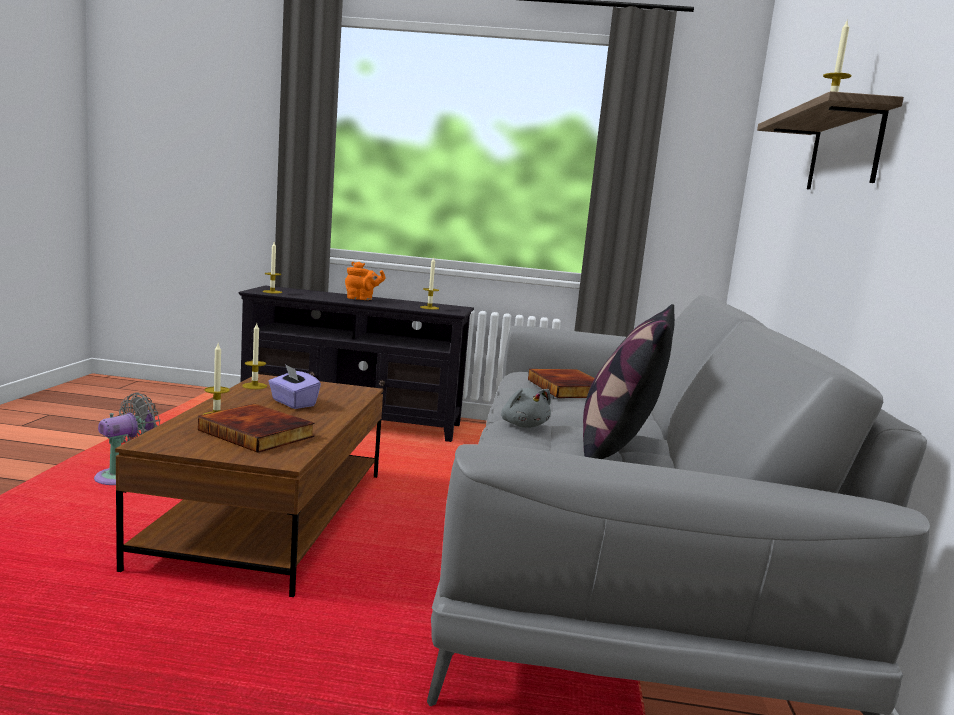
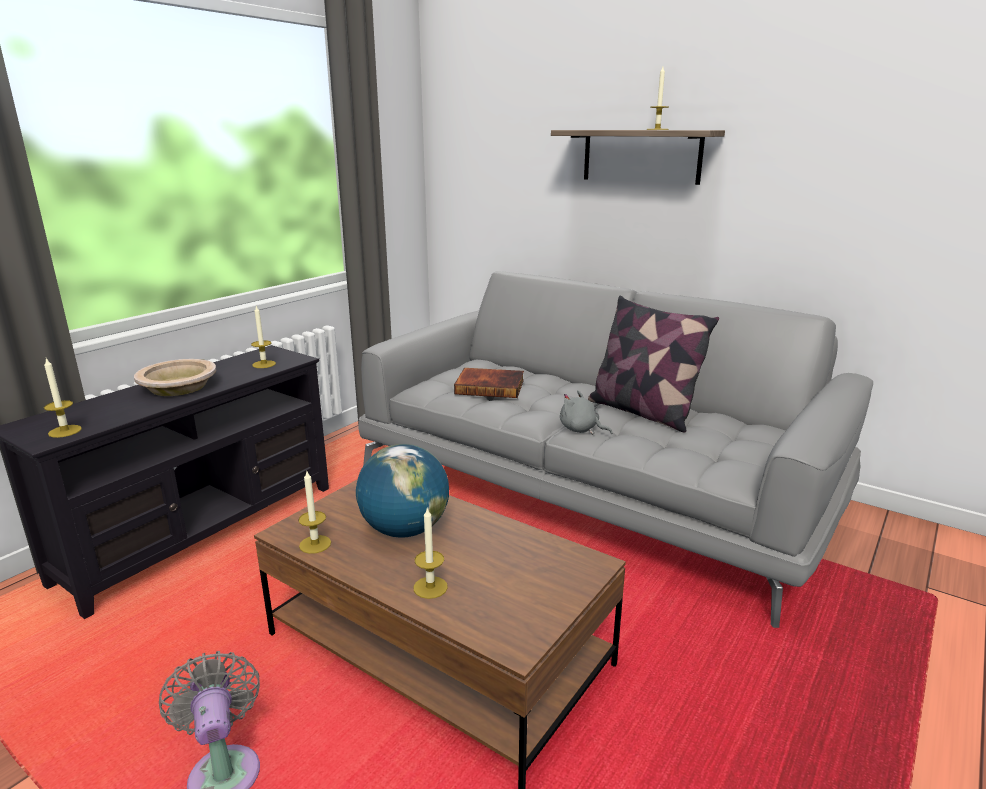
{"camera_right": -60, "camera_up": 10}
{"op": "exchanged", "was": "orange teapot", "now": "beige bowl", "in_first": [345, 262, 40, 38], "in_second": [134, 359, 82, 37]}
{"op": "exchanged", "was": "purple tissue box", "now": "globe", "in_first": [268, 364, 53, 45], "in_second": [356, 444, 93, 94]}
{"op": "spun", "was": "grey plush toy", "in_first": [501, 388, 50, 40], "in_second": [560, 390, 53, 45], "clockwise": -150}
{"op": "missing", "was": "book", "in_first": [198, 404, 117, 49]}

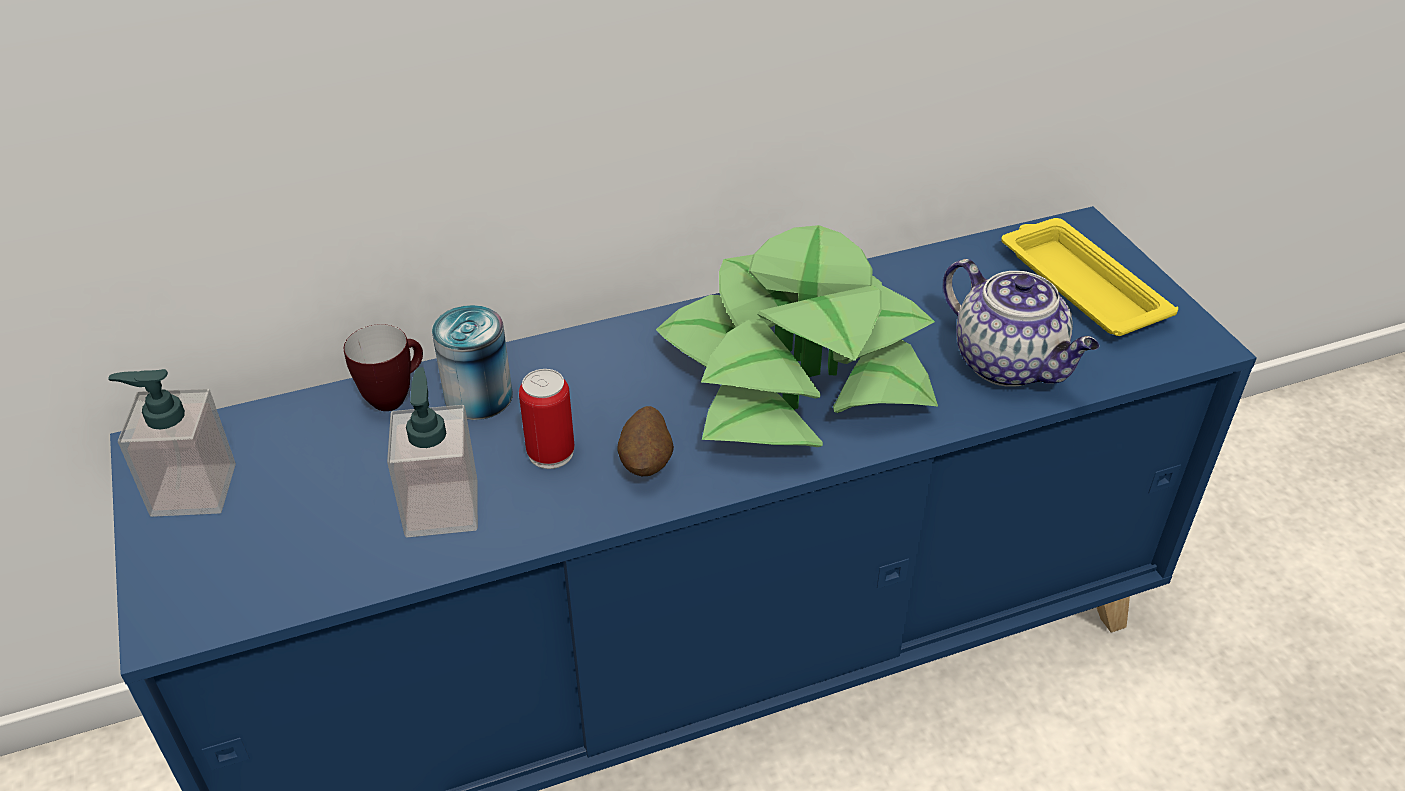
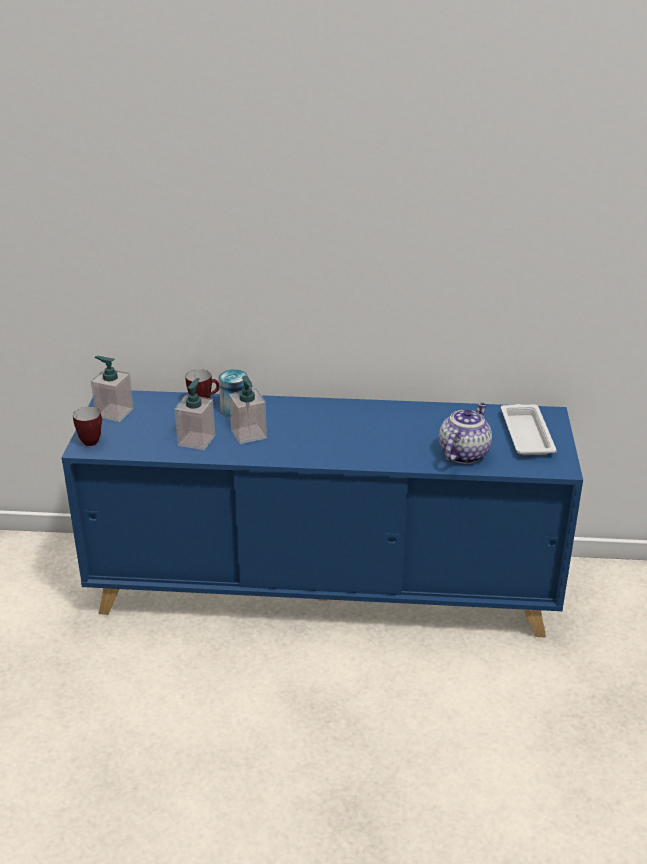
{"camera_right": 25, "camera_up": -10}
{"op": "appeared", "now": "mug", "in_second": [73, 407, 29, 39]}
{"op": "exchanged", "was": "can", "now": "soap dispenser", "in_first": [519, 369, 56, 100], "in_second": [229, 376, 38, 68]}
{"op": "spun", "was": "teapot", "in_first": [943, 259, 156, 128], "in_second": [439, 403, 53, 61], "clockwise": -135}
{"op": "colour", "was": "yellow tray", "now": "white tray", "in_first": [1001, 218, 177, 118], "in_second": [501, 404, 56, 51]}
{"op": "missing", "was": "potato", "in_first": [618, 406, 56, 70]}
{"op": "missing", "was": "potted plant", "in_first": [656, 225, 282, 222]}

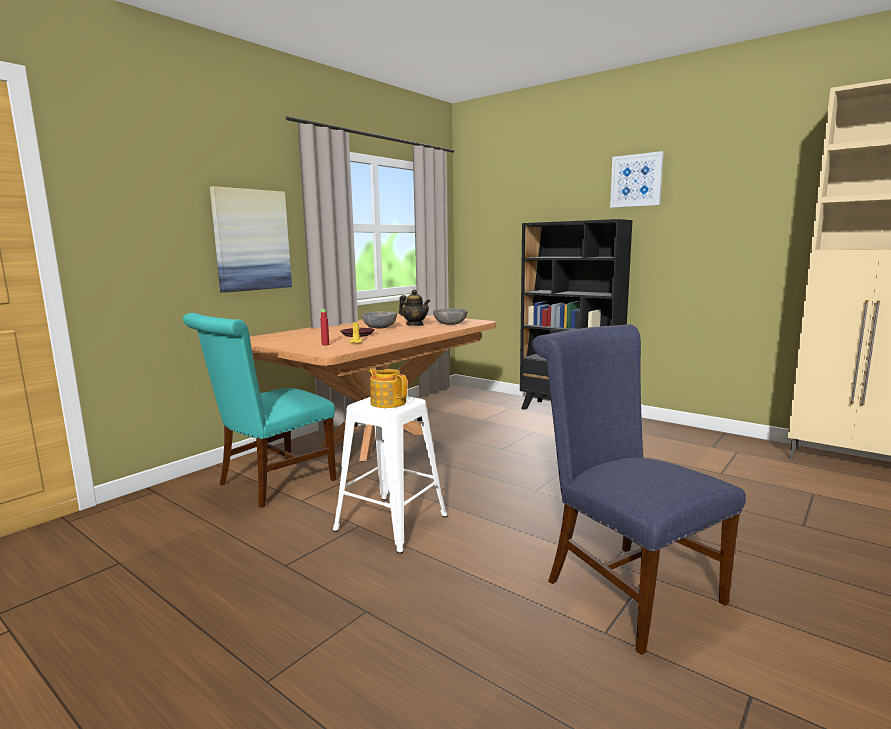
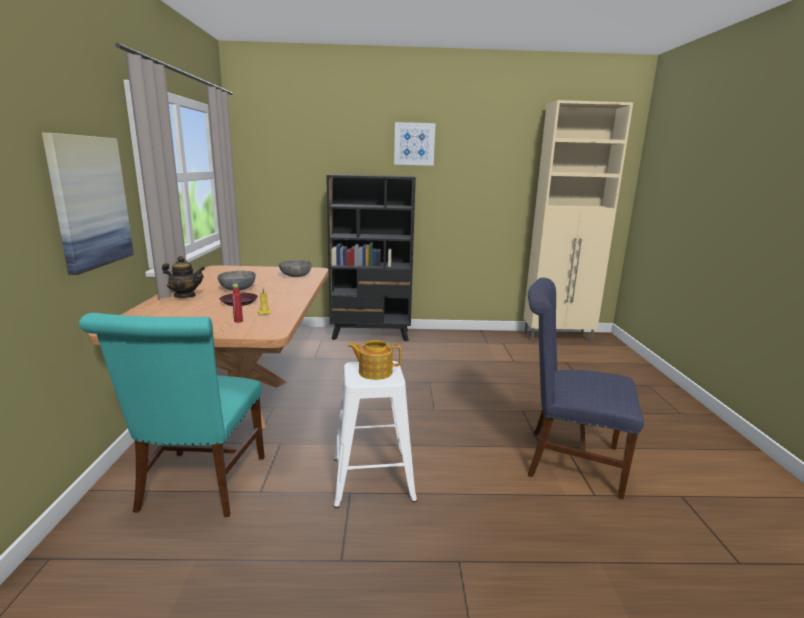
{"camera_right": -40, "camera_up": 5}
{"op": "relocated", "was": "teapot", "in_first": [399, 289, 31, 37], "in_second": [162, 256, 43, 42]}

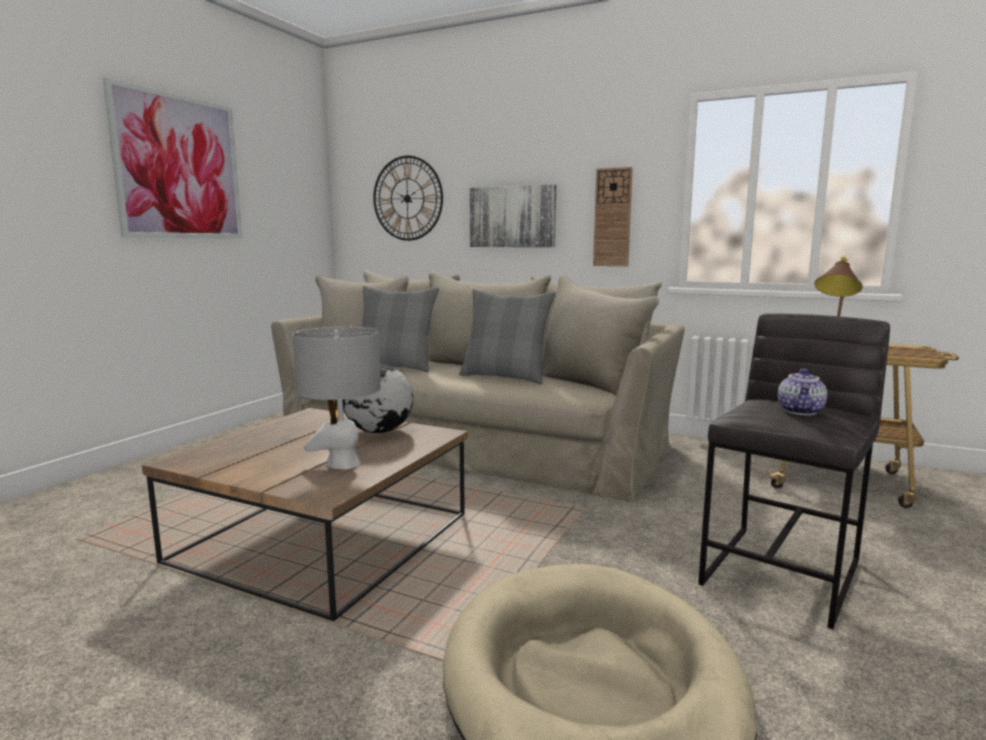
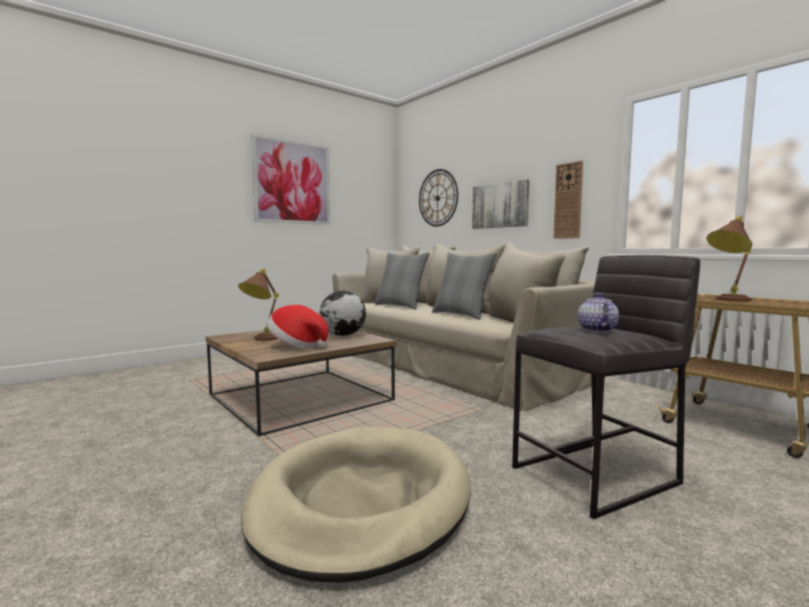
{"camera_right": 25, "camera_up": -5}
{"op": "appeared", "now": "brown table lamp", "in_second": [238, 269, 41, 72]}
{"op": "exchanged", "was": "grey table lamp", "now": "hat", "in_first": [293, 327, 88, 142], "in_second": [267, 305, 61, 44]}
{"op": "spun", "was": "teapot", "in_first": [778, 369, 49, 46], "in_second": [578, 293, 41, 39], "clockwise": 135}

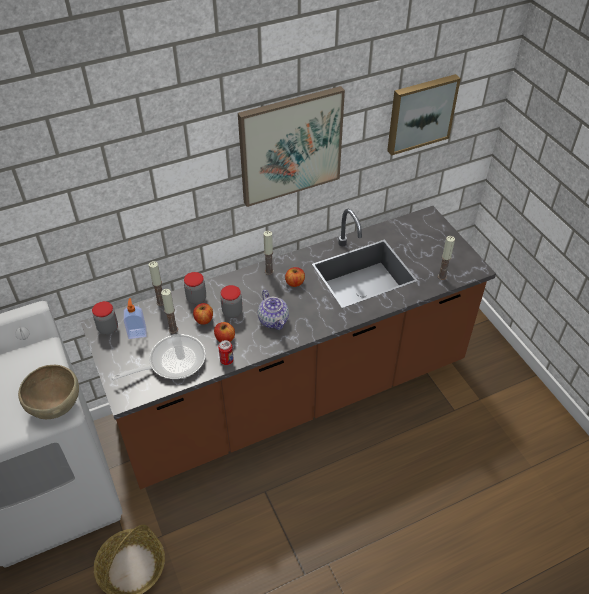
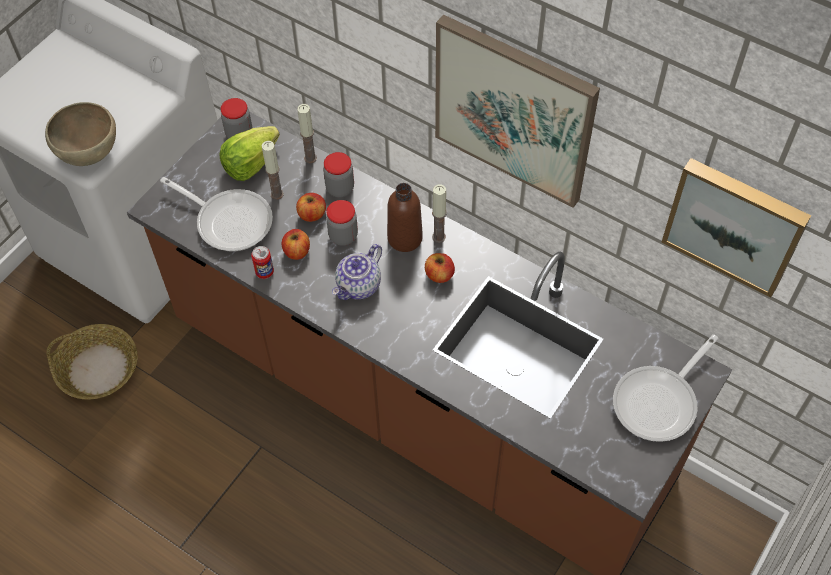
{"camera_right": 60, "camera_up": 10}
{"op": "exchanged", "was": "soap dispenser", "now": "lettuce", "in_first": [124, 298, 23, 41], "in_second": [219, 126, 61, 55]}
{"op": "appeared", "now": "brown bottle", "in_second": [387, 183, 36, 69]}
{"op": "appeared", "now": "frying pan", "in_second": [613, 334, 106, 108]}
{"op": "missing", "was": "candle", "in_first": [438, 236, 17, 44]}

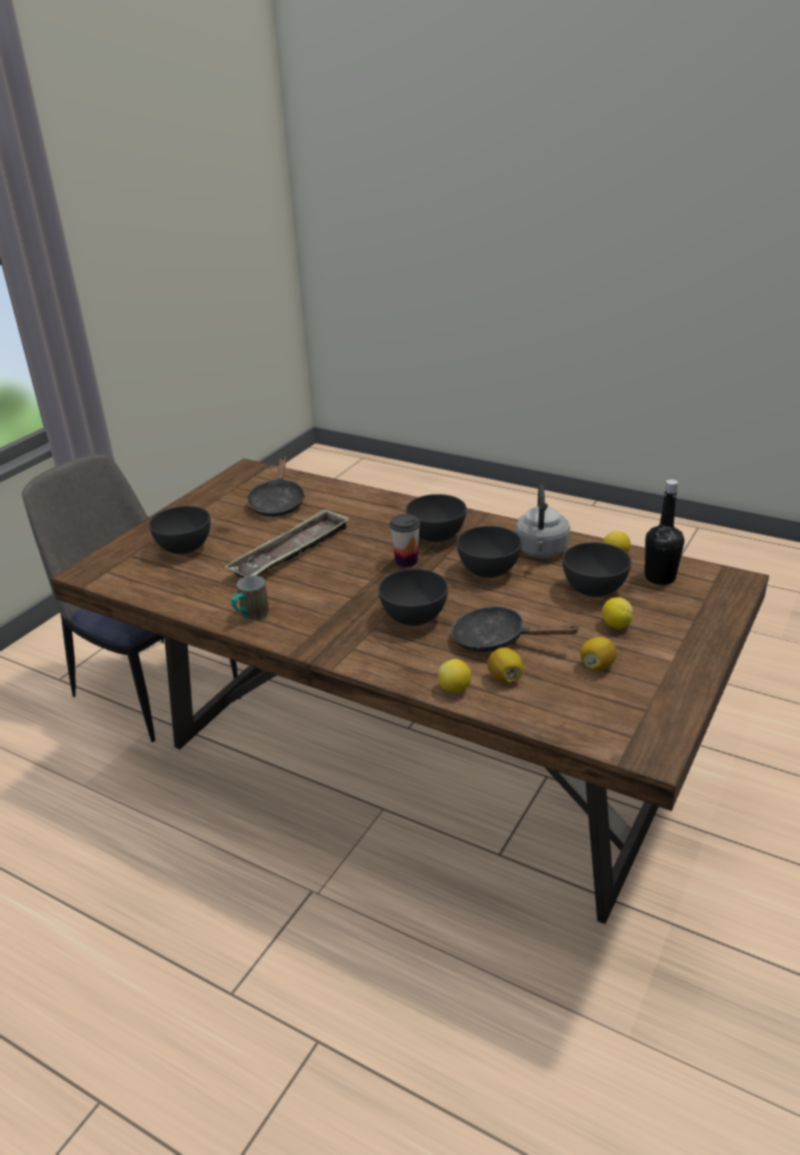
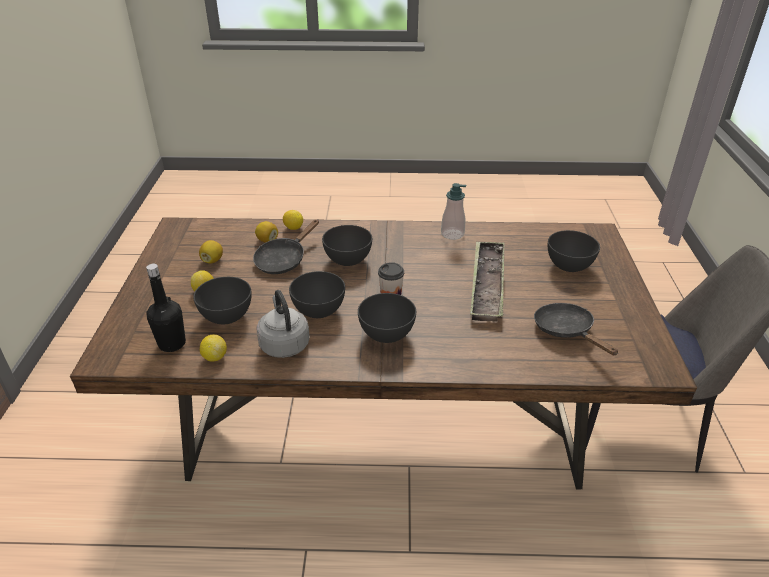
{"camera_right": 150, "camera_up": 5}
{"op": "spun", "was": "black frying pan", "in_first": [451, 606, 129, 46], "in_second": [253, 219, 66, 55], "clockwise": 135}
{"op": "exchanged", "was": "mug", "now": "soap dispenser", "in_first": [231, 576, 38, 45], "in_second": [441, 183, 26, 57]}

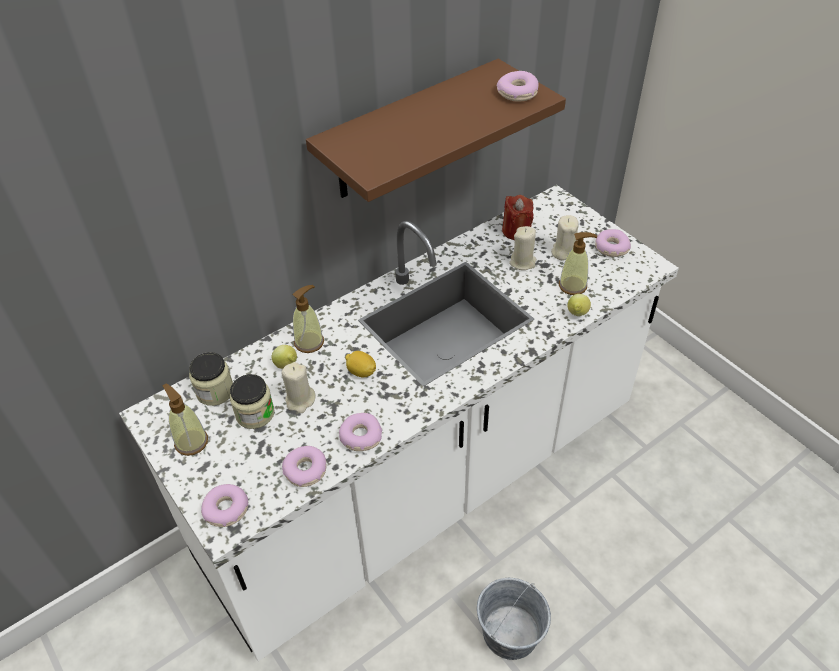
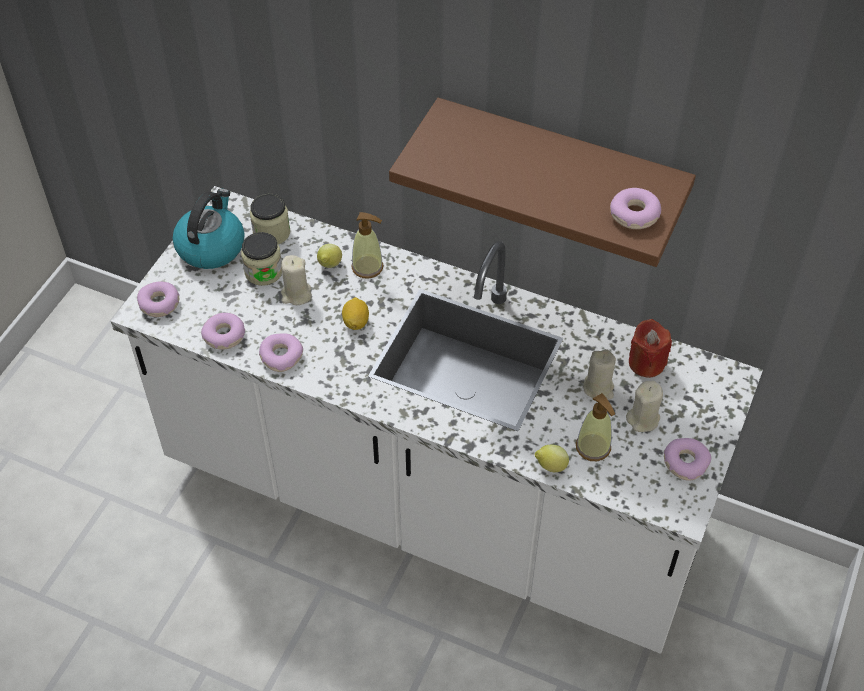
{"camera_right": 60, "camera_up": 5}
{"op": "exchanged", "was": "soap dispenser", "now": "kettle", "in_first": [162, 384, 46, 72], "in_second": [173, 189, 72, 80]}
{"op": "missing", "was": "grey bucket", "in_first": [477, 578, 74, 82]}

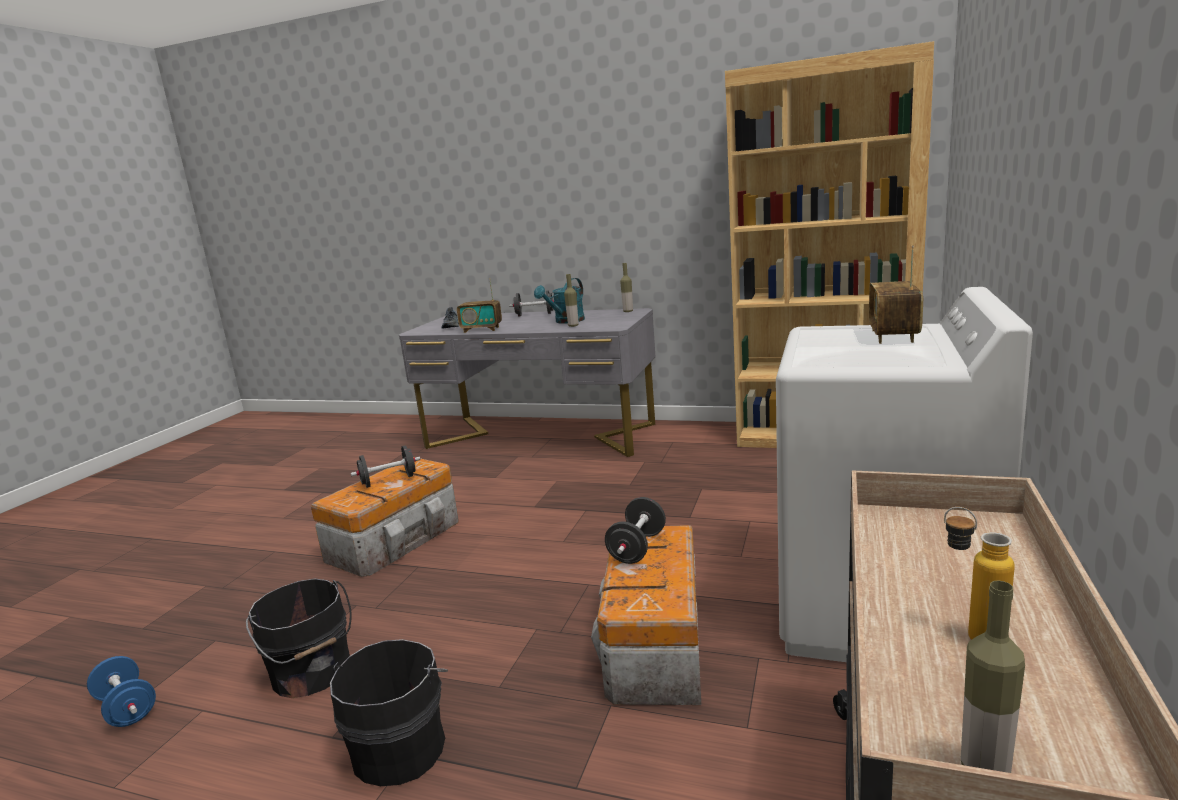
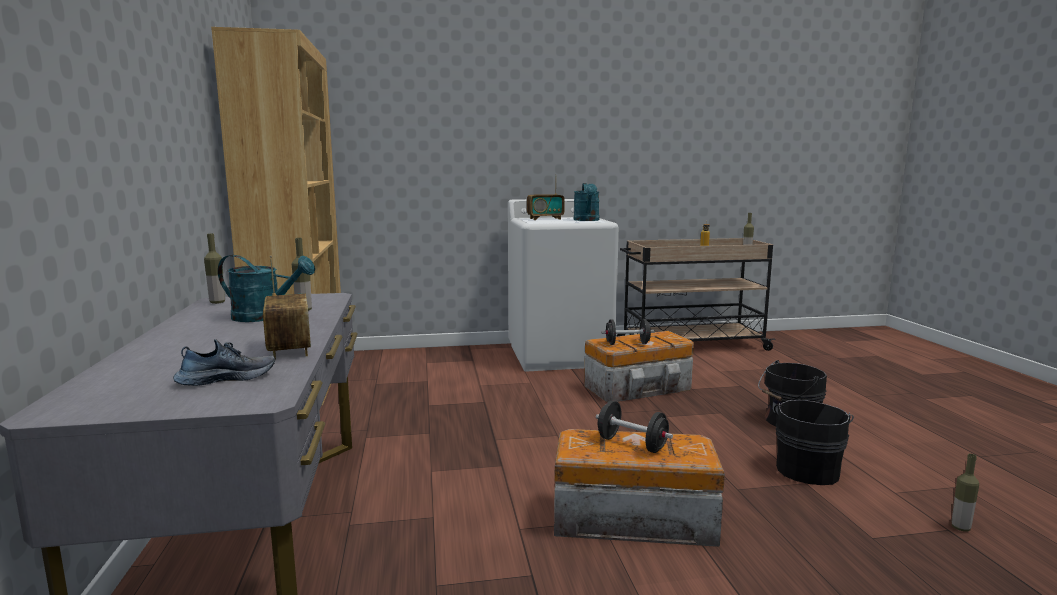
{"camera_right": -120, "camera_up": -5}
{"op": "appeared", "now": "turquoise watering can", "in_second": [574, 183, 25, 38]}
{"op": "exchanged", "was": "blue dumbbell", "now": "bottle", "in_first": [87, 656, 69, 71], "in_second": [952, 454, 27, 77]}
{"op": "missing", "was": "black dumbbell", "in_first": [509, 290, 45, 26]}

